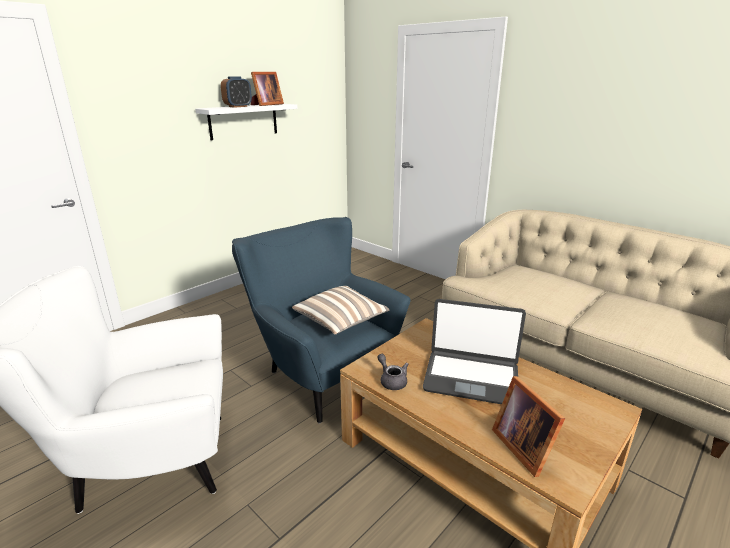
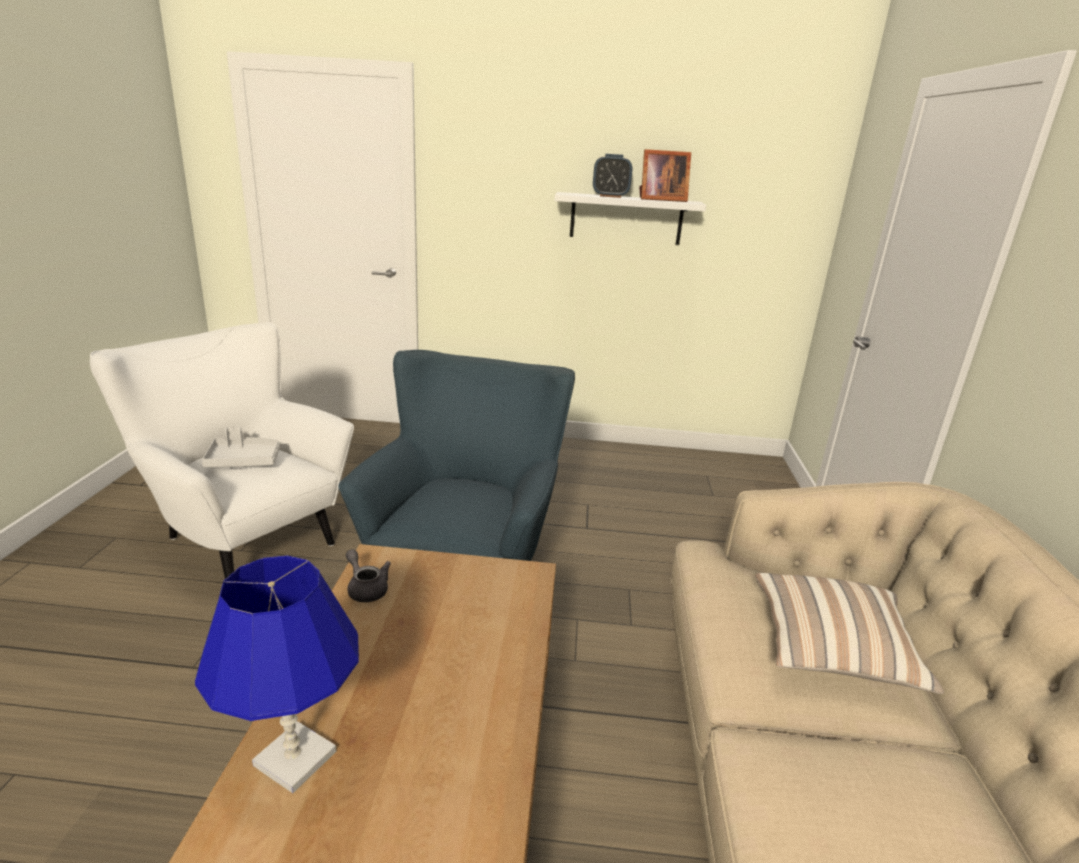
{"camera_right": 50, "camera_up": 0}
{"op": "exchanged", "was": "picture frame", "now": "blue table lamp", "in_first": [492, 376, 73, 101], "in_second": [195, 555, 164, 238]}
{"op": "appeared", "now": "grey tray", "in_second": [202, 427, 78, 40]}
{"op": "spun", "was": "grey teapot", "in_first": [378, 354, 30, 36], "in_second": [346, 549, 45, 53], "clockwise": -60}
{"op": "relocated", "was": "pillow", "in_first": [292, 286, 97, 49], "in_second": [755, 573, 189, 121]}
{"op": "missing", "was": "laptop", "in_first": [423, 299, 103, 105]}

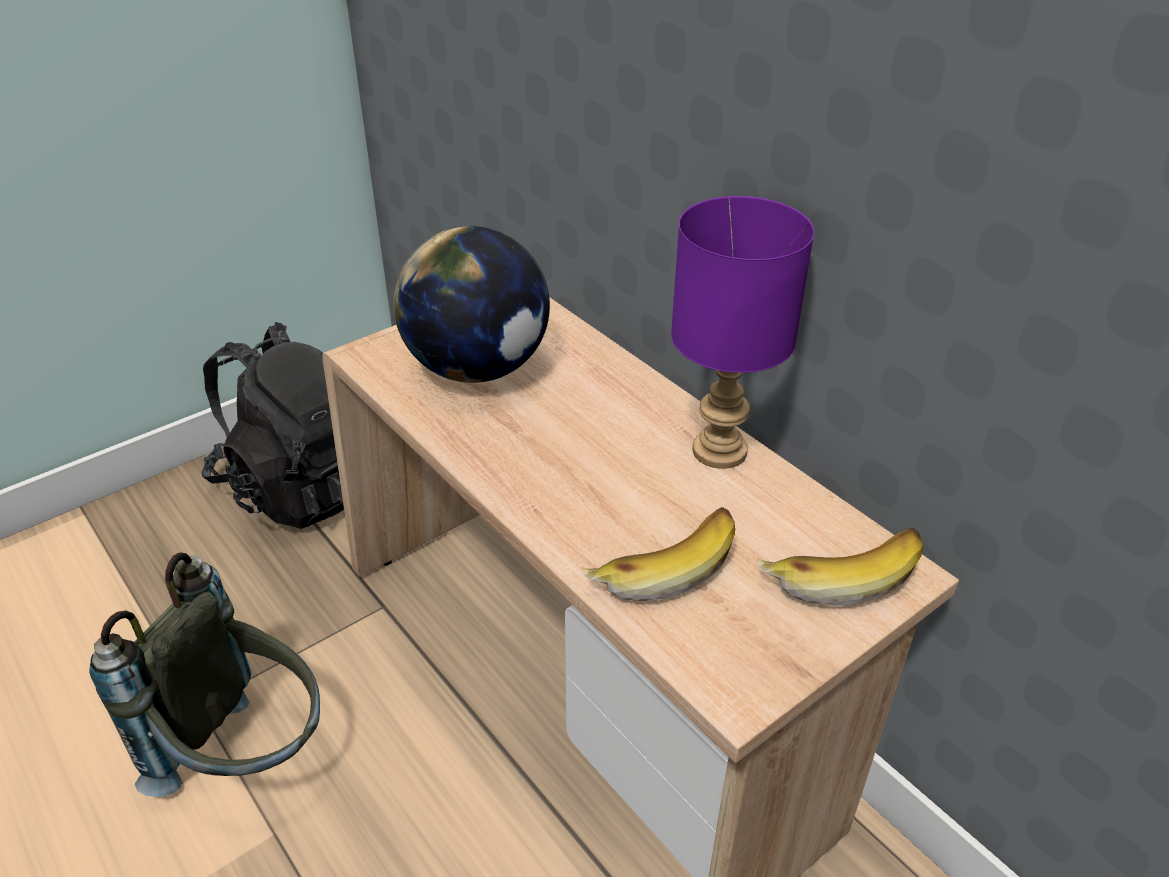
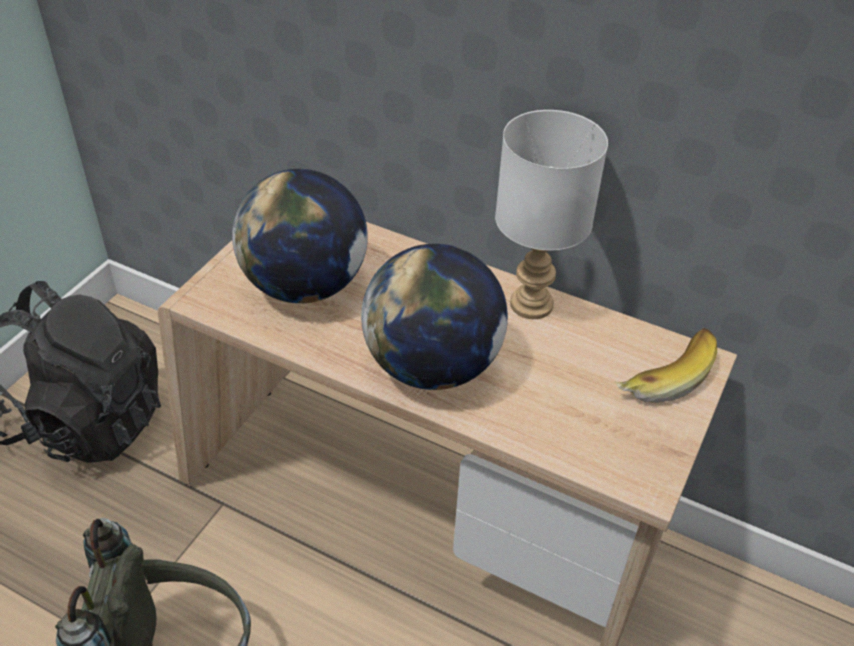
{"camera_right": -25, "camera_up": 5}
{"op": "appeared", "now": "globe", "in_second": [361, 244, 147, 146]}
{"op": "colour", "was": "purple table lamp", "now": "white table lamp", "in_first": [671, 196, 143, 273], "in_second": [495, 110, 113, 209]}
{"op": "missing", "was": "banana", "in_first": [581, 507, 154, 94]}

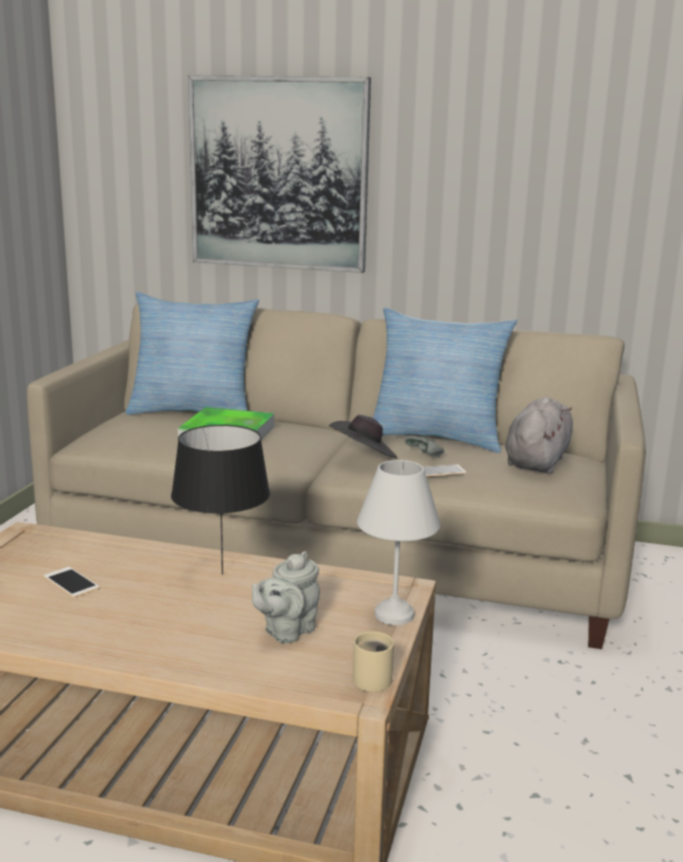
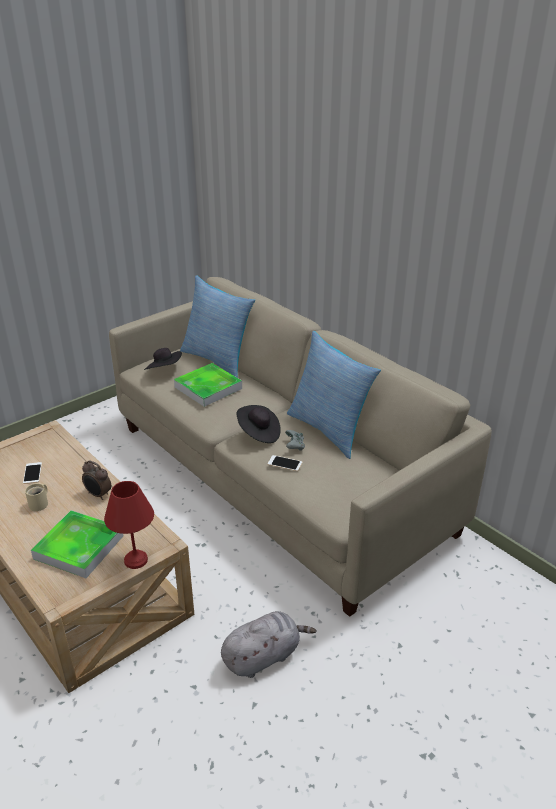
{"camera_right": 35, "camera_up": 15}
{"op": "relocated", "was": "beige mug", "in_first": [353, 631, 41, 61], "in_second": [25, 483, 23, 28]}
{"op": "exchanged", "was": "grey teapot", "now": "tray", "in_first": [252, 551, 68, 92], "in_second": [31, 510, 93, 68]}
{"op": "exchanged", "was": "black table lamp", "now": "alarm clock", "in_first": [171, 425, 99, 150], "in_second": [82, 460, 29, 40]}
{"op": "colour", "was": "white table lamp", "now": "red table lamp", "in_first": [357, 460, 83, 165], "in_second": [104, 481, 50, 88]}
{"op": "appeared", "now": "black hat", "in_second": [144, 348, 38, 22]}
{"op": "relocated", "was": "grey plush toy", "in_first": [505, 397, 68, 77], "in_second": [221, 611, 95, 67]}
{"op": "missing", "was": "picture", "in_first": [188, 75, 183, 198]}

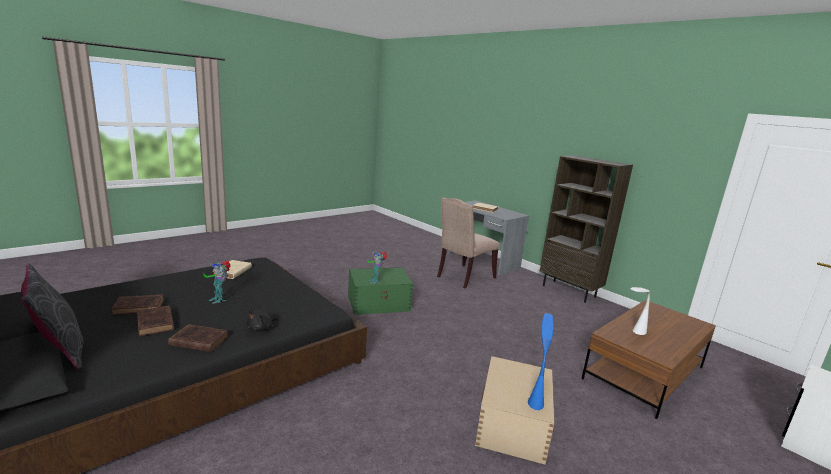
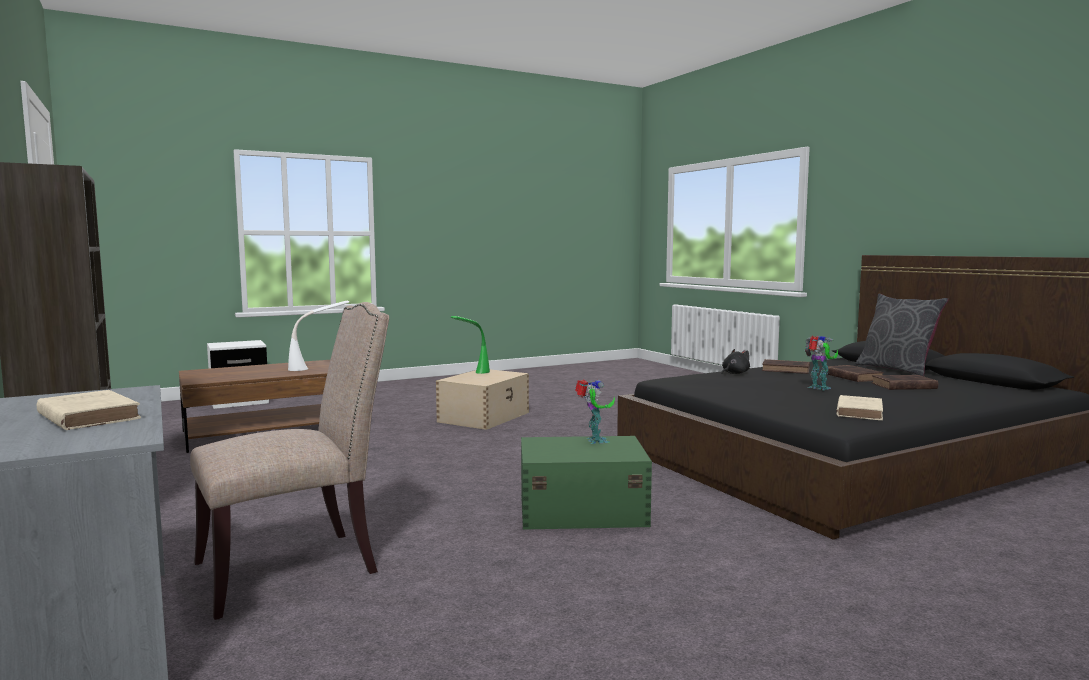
{"camera_right": -165, "camera_up": -10}
{"op": "colour", "was": "blue table lamp", "now": "green table lamp", "in_first": [528, 313, 26, 97], "in_second": [451, 316, 39, 58]}

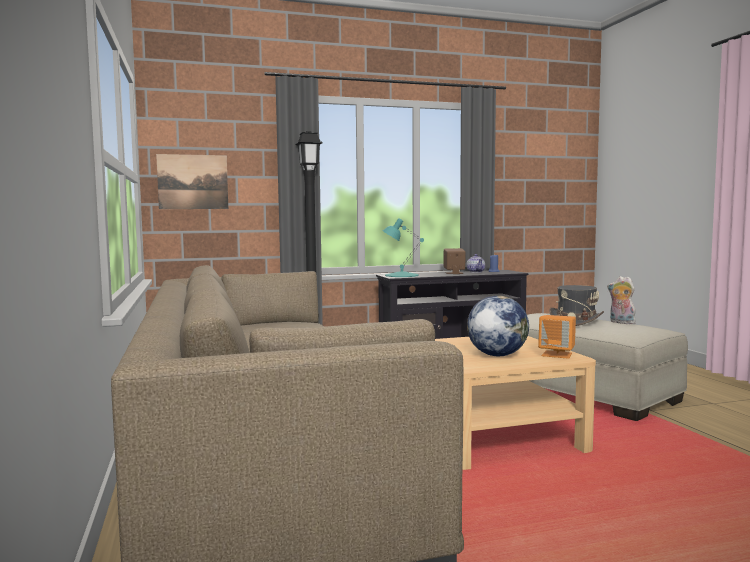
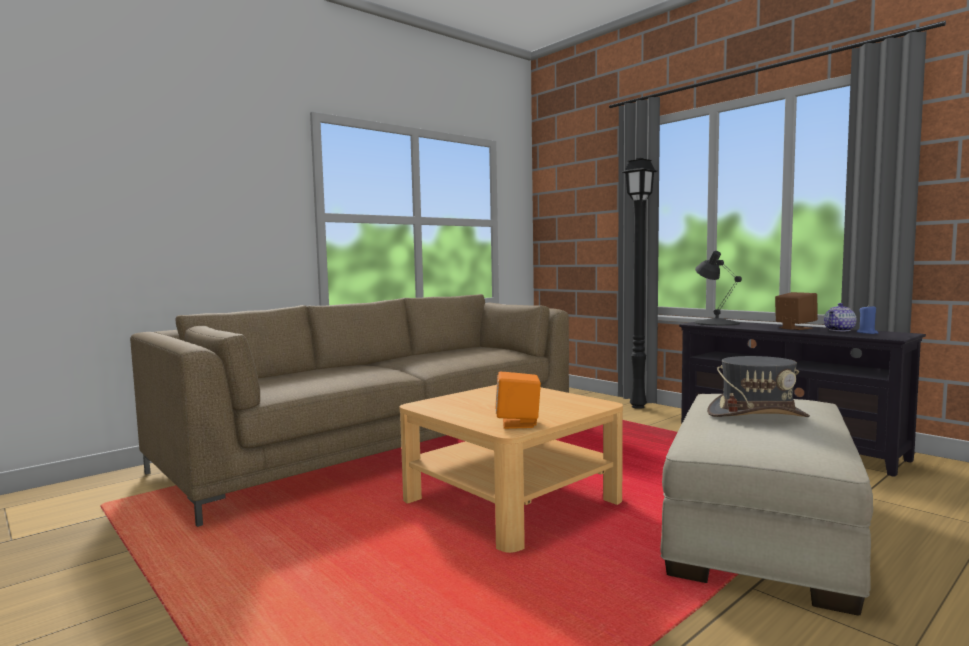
{"camera_right": 65, "camera_up": 0}
{"op": "colour", "was": "turquoise table lamp", "now": "black table lamp", "in_first": [383, 218, 41, 59], "in_second": [694, 251, 48, 75]}
{"op": "missing", "was": "picture", "in_first": [156, 154, 72, 55]}
{"op": "missing", "was": "globe", "in_first": [467, 295, 62, 61]}
{"op": "missing", "was": "plush toy", "in_first": [607, 276, 29, 48]}

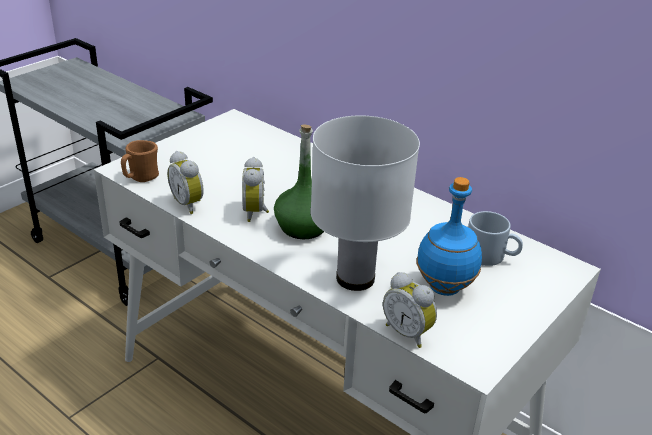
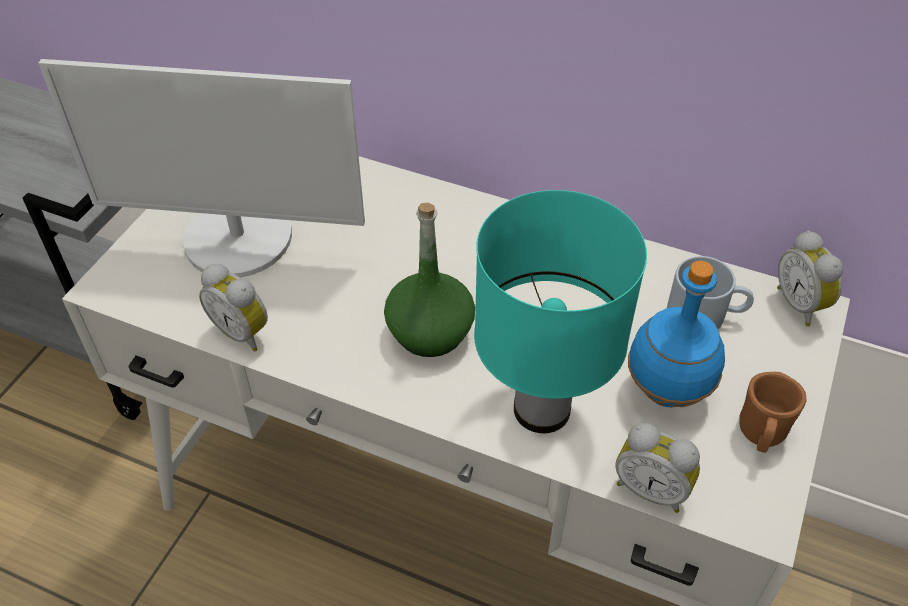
{"camera_right": -15, "camera_up": 15}
{"op": "appeared", "now": "monitor", "in_second": [38, 59, 327, 219]}
{"op": "colour", "was": "white table lamp", "now": "turquoise table lamp", "in_first": [310, 115, 110, 176], "in_second": [474, 190, 173, 243]}
{"op": "relocated", "was": "brown mug", "in_first": [121, 140, 38, 42], "in_second": [739, 372, 67, 81]}
{"op": "relocated", "was": "alarm clock", "in_first": [242, 157, 27, 65], "in_second": [777, 231, 66, 96]}

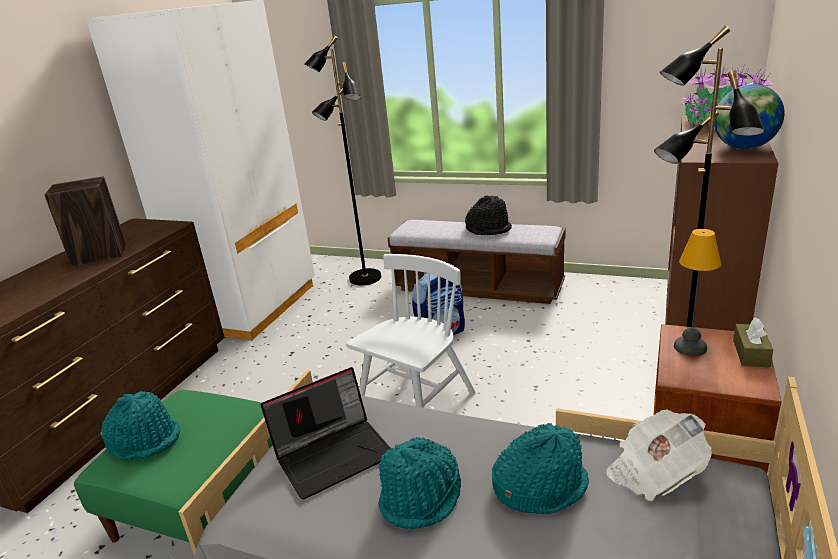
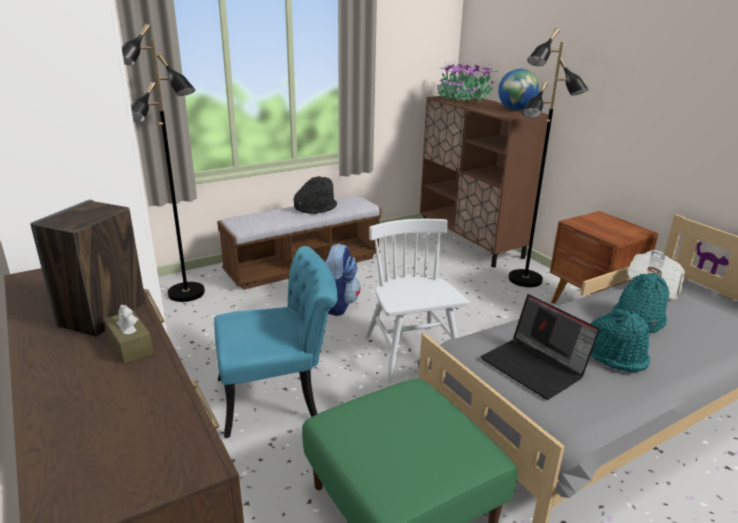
{"camera_right": -55, "camera_up": 0}
{"op": "relocated", "was": "brown tissue box", "in_first": [733, 317, 40, 50], "in_second": [104, 305, 50, 59]}
{"op": "appeared", "now": "turquoise chair", "in_second": [214, 246, 123, 192]}
{"op": "spun", "was": "laptop", "in_first": [261, 367, 130, 133], "in_second": [481, 294, 119, 106], "clockwise": 135}
{"op": "missing", "was": "turquoise hat", "in_first": [100, 391, 80, 69]}
{"op": "missing", "was": "table lamp", "in_first": [674, 229, 47, 127]}

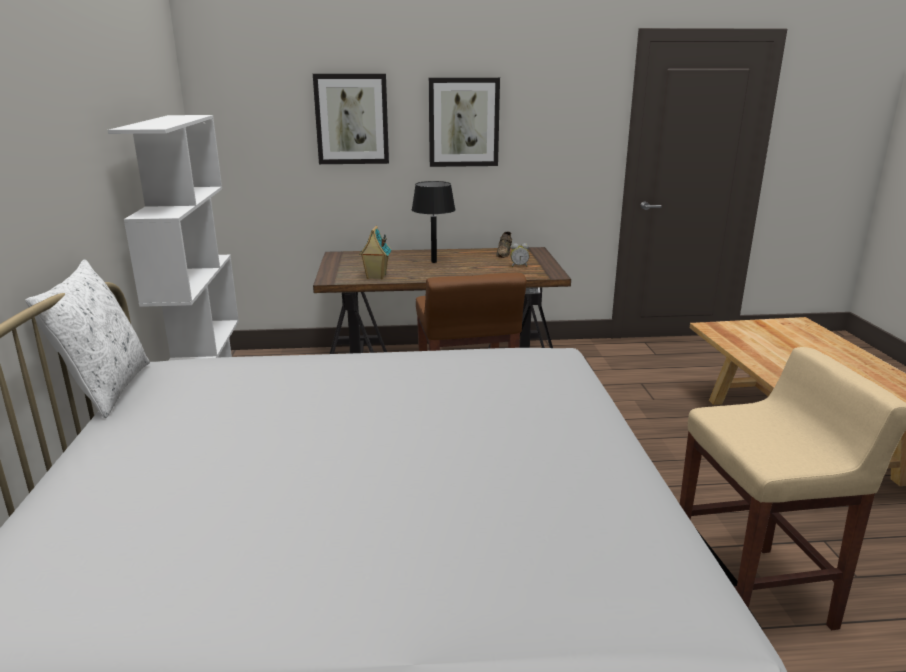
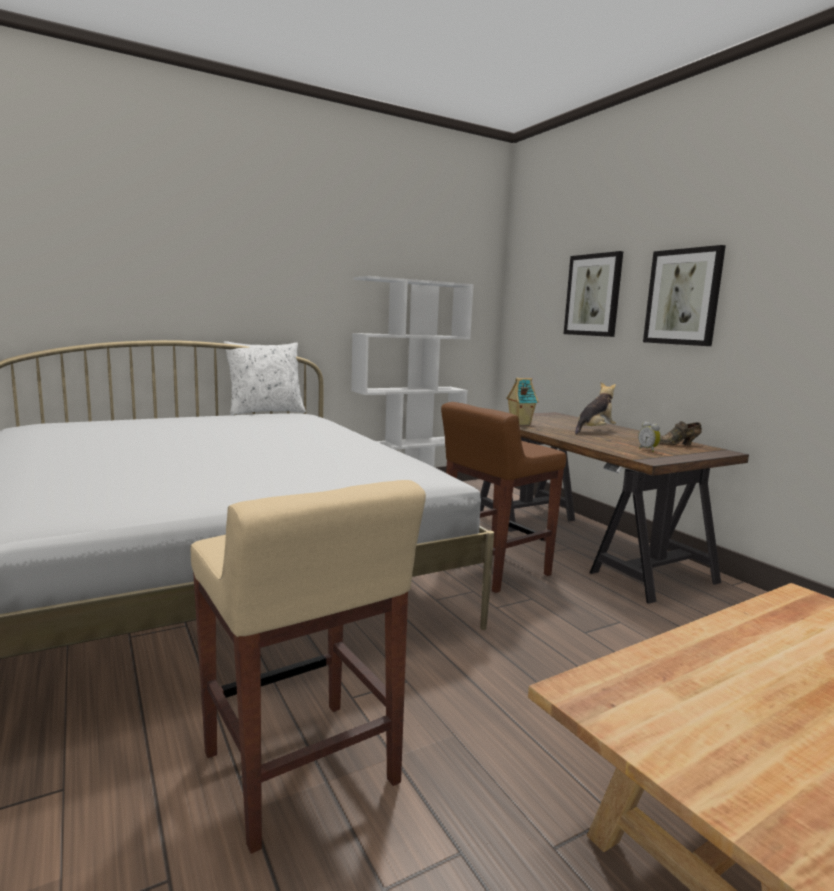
{"camera_right": 65, "camera_up": -10}
{"op": "exchanged", "was": "black table lamp", "now": "plush toy", "in_first": [412, 181, 44, 82], "in_second": [575, 382, 41, 52]}

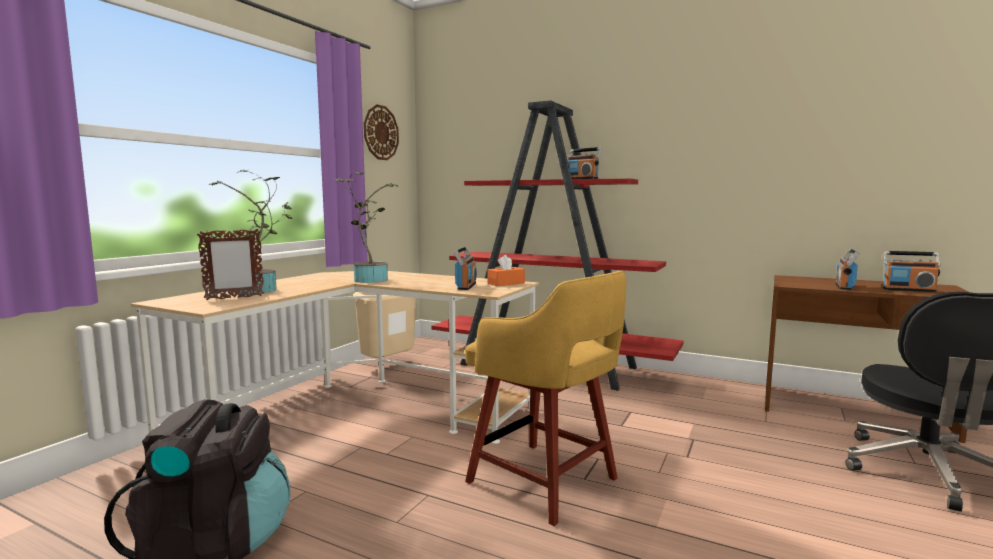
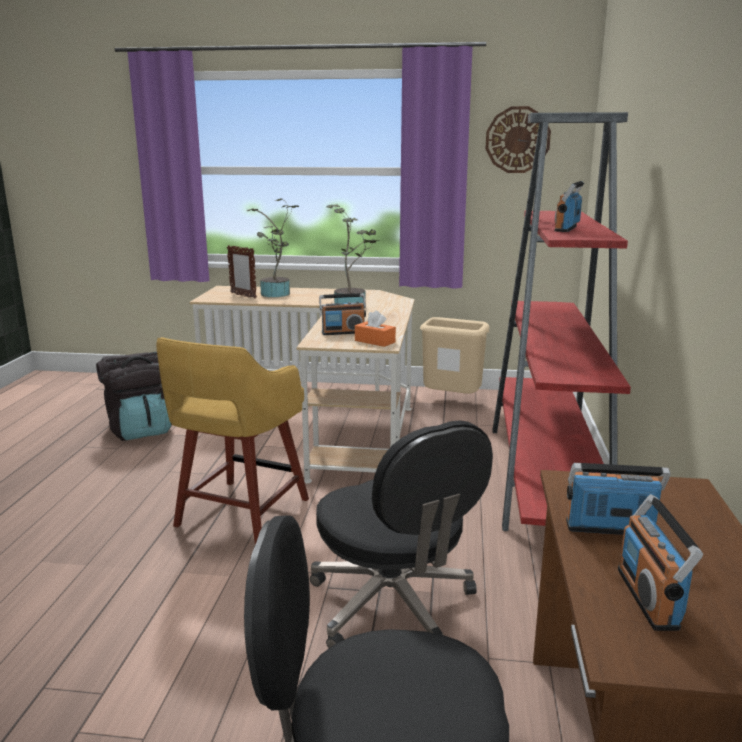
{"camera_right": 70, "camera_up": 10}
{"op": "appeared", "now": "black office chair", "in_second": [310, 420, 183, 228]}

